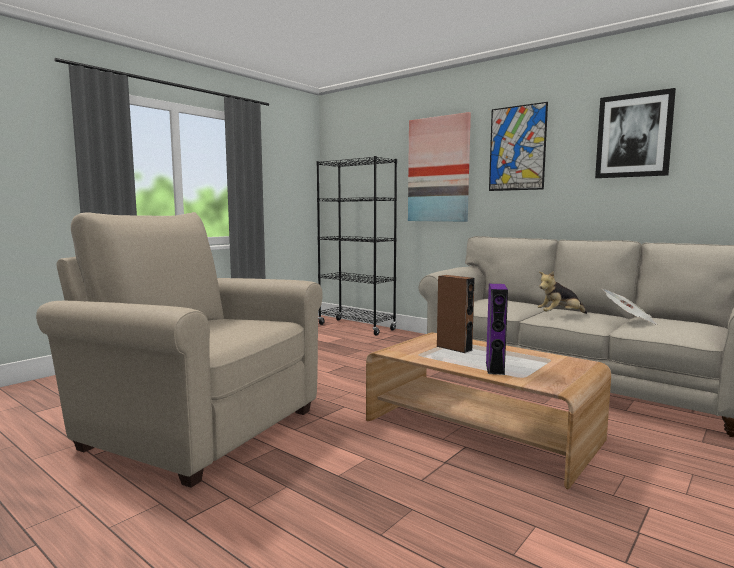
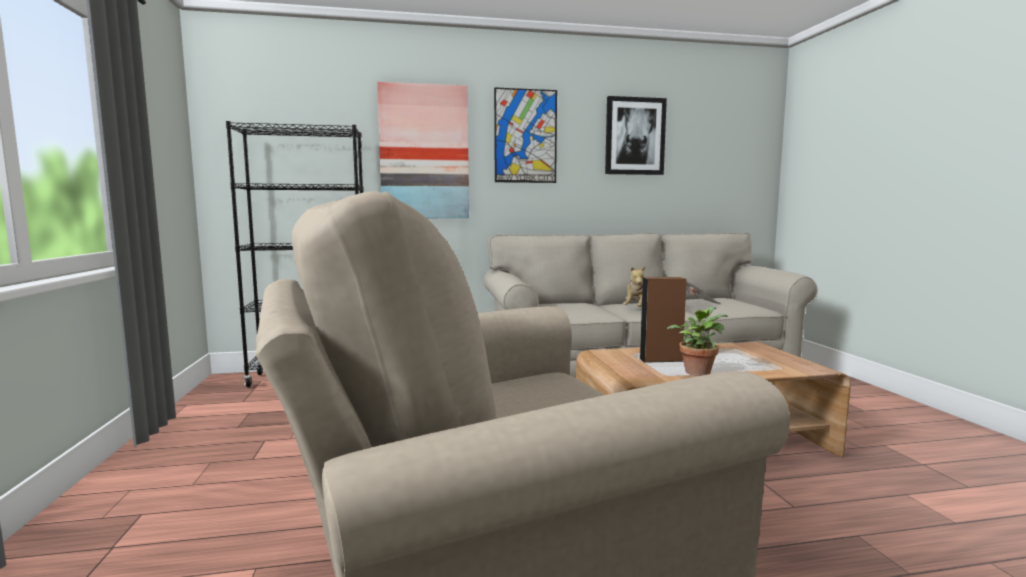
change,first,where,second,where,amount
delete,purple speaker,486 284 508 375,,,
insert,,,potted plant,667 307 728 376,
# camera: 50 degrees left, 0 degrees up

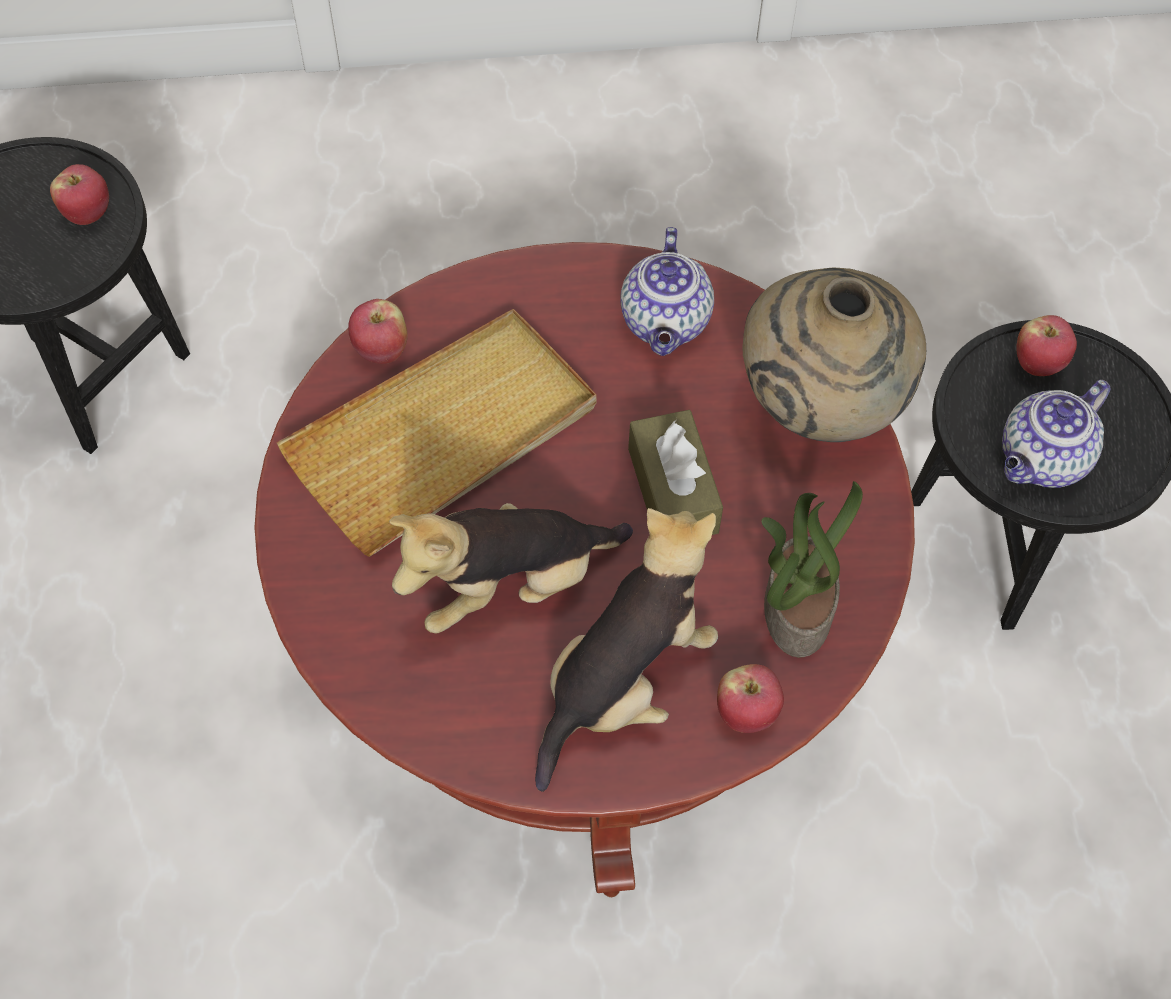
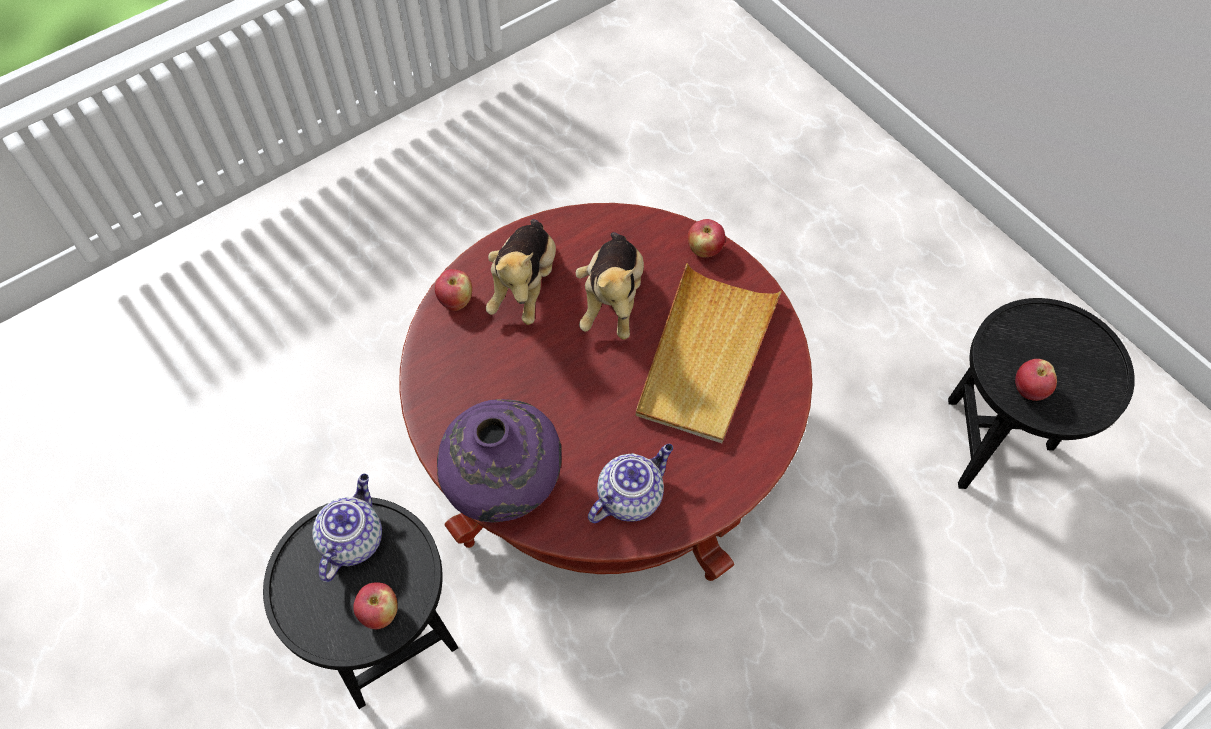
change,first,where,second,where,amount
rotate,teapot,621 227 714 356,,588 444 673 523,75 degrees clockwise
recolor,beige vase,742 267 926 442,purple vase,437 399 562 522,
move,apple,348 299 408 364,,688 219 725 257,
delete,brown tissue box,628 410 723 535,,,
delete,potted plant,761 481 863 657,,,
rotate,plush toy,389 503 633 633,,576 232 644 340,150 degrees clockwise
# camera: 150 degrees right, 0 degrees up

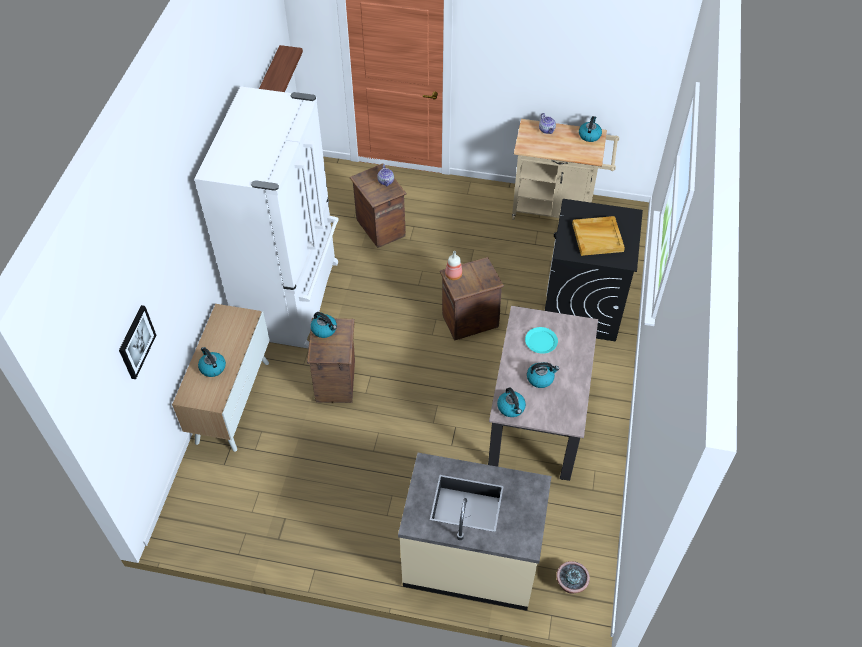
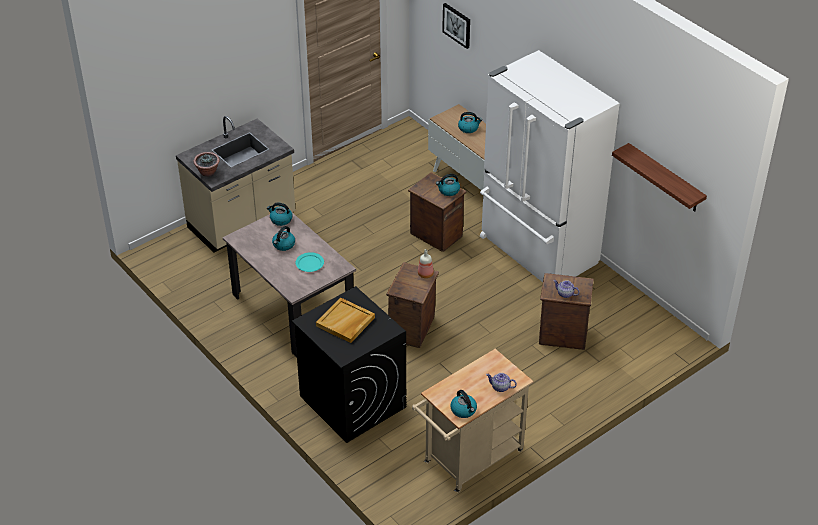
change,first,where,second,where,amount
move,potted plant,556 561 590 594,,194 152 220 177,
# camera: 130 degrees right, 10 degrees down

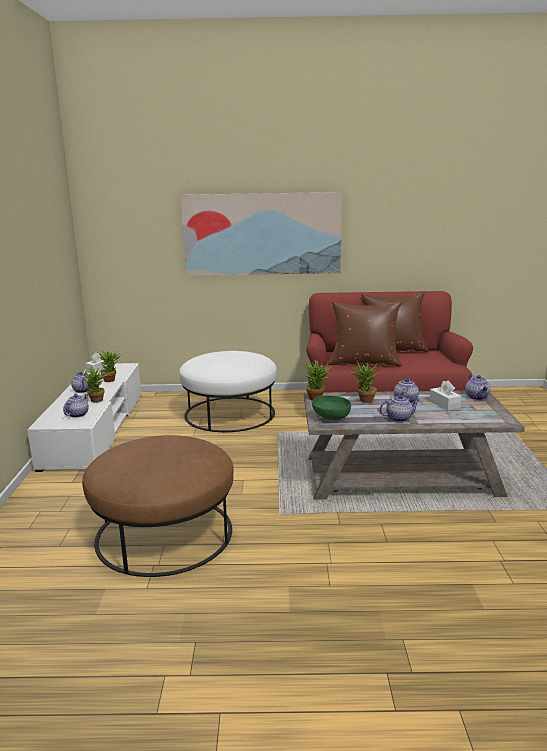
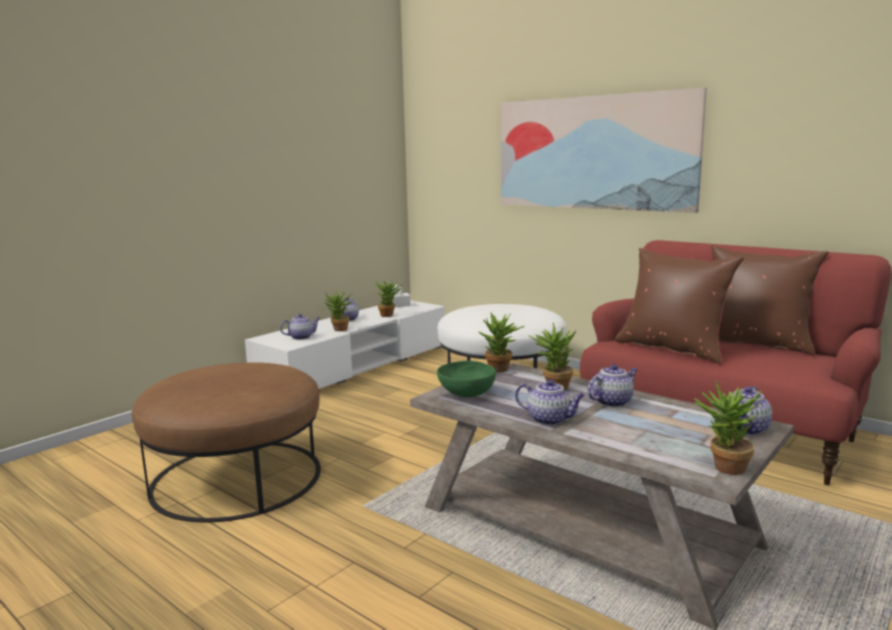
change,first,where,second,where,amount
delete,white tissue box,429 380 462 410,,,
insert,,,potted plant,693 380 761 475,
# camera: 40 degrees right, 5 degrees down

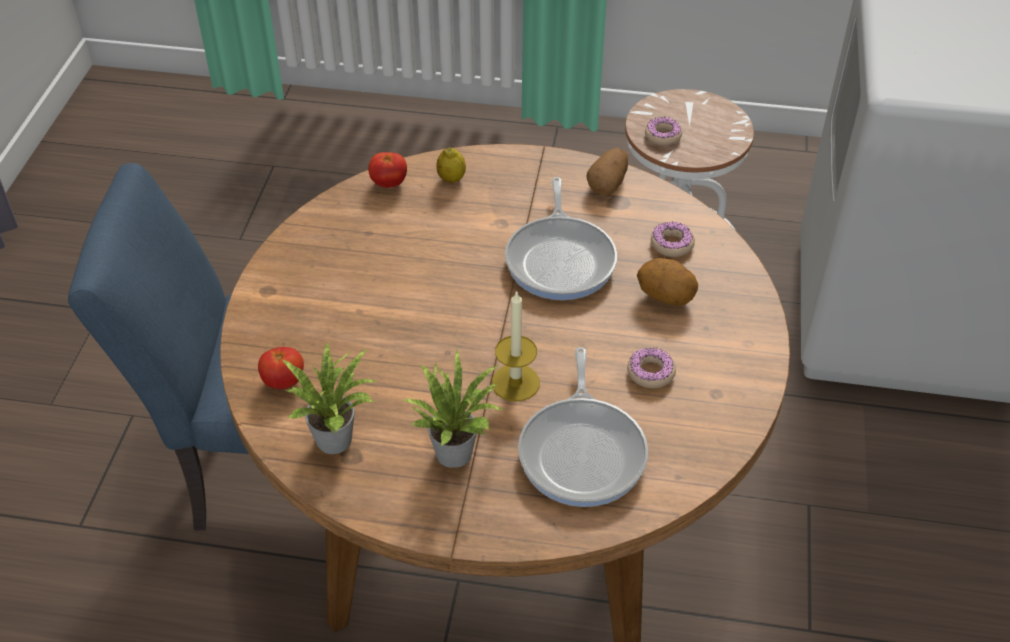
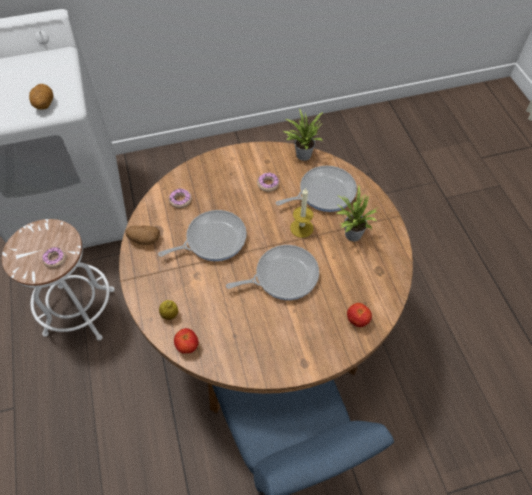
change,first,where,second,where,amount
move,potato,637 258 698 305,,29 84 53 110,
move,potted plant,282 342 378 454,,283 109 323 161,
insert,,,frying pan,226 245 319 300,
# camera: 115 degrees left, 10 degrees up

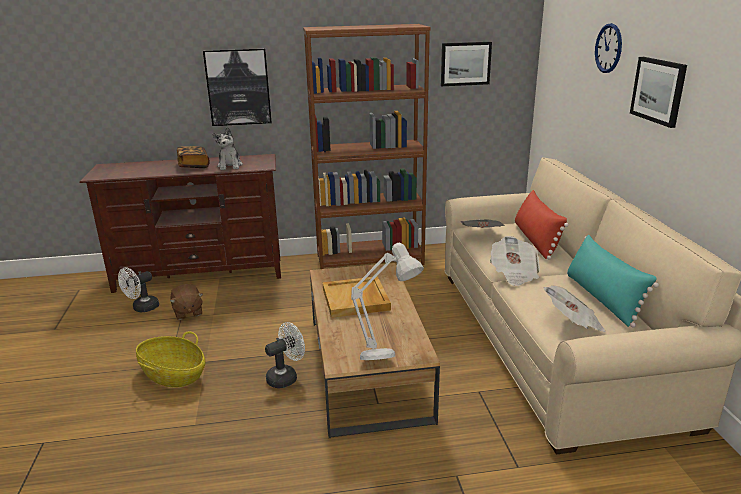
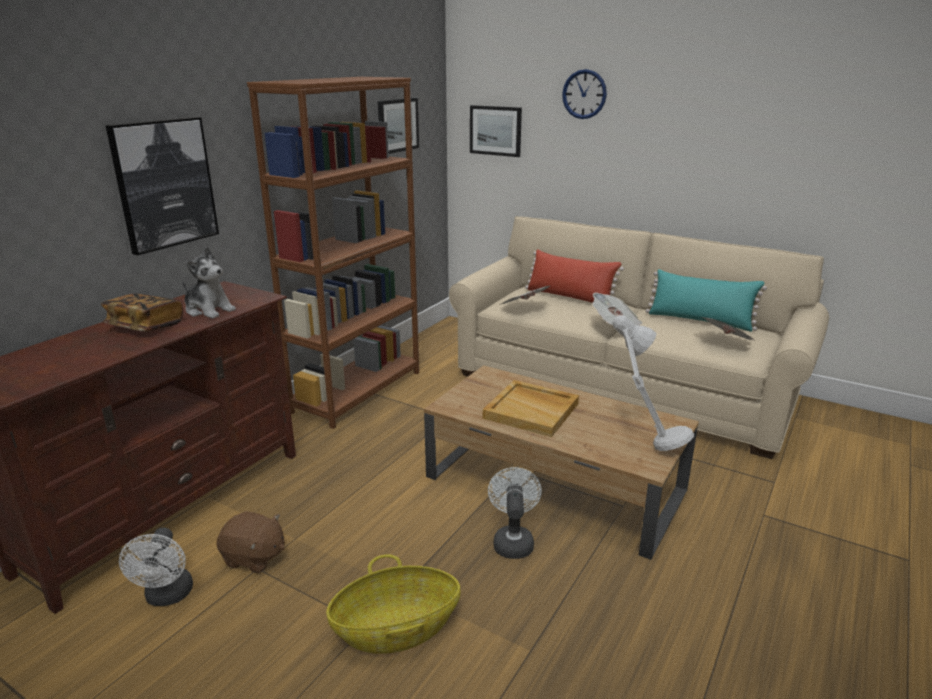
change,first,where,second,where,amount
move,picture,630 57 687 128,,470 105 522 157,
# camera: 50 degrees left, 0 degrees up

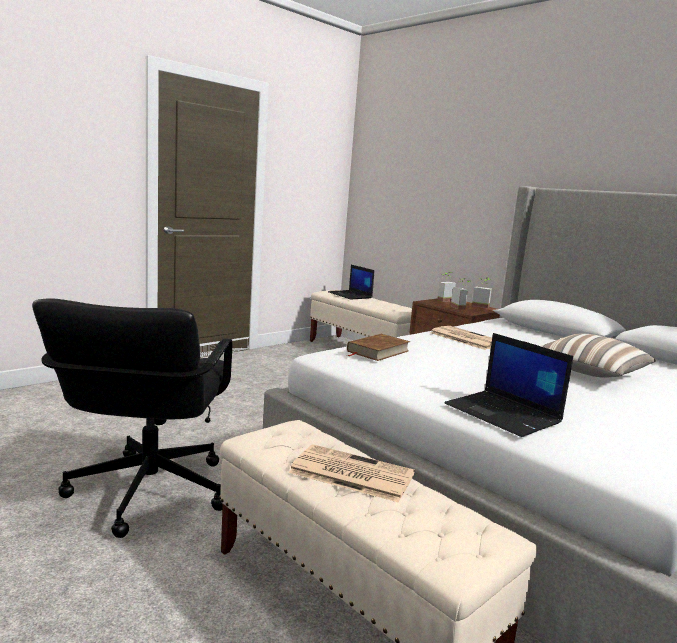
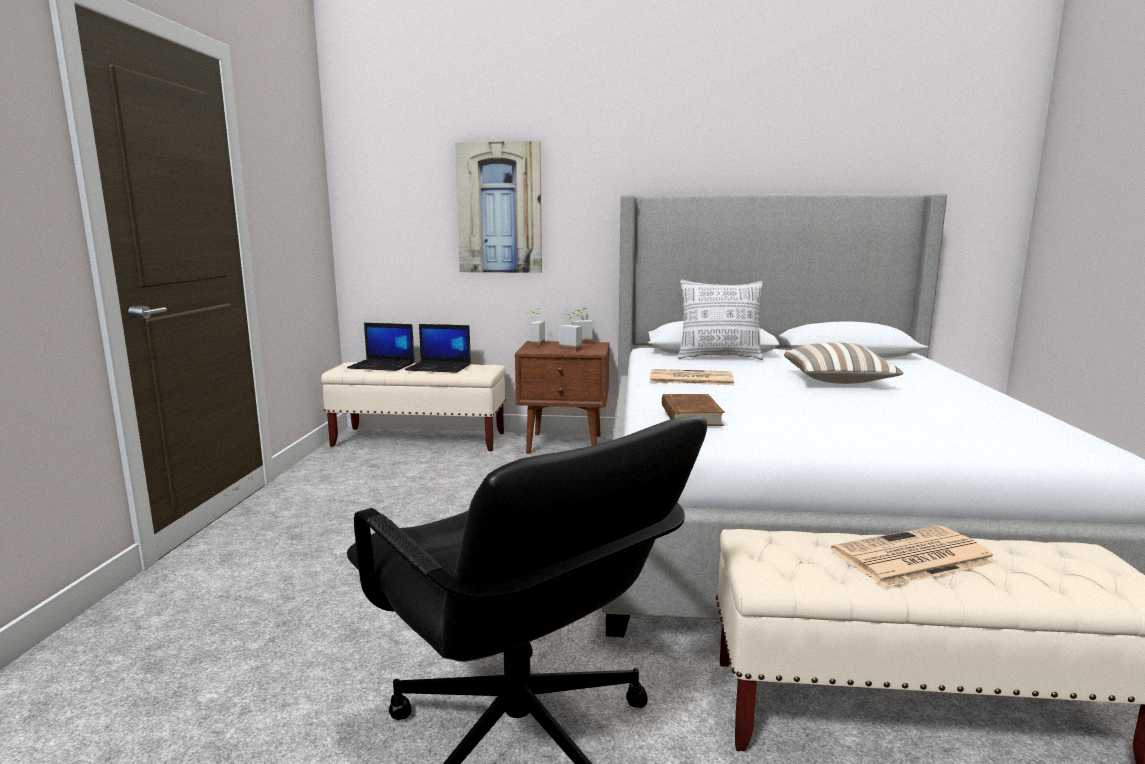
change,first,where,second,where,amount
move,laptop,445 333 573 437,,405 324 471 373,
insert,,,picture,455 141 542 273,
insert,,,pillow,678 279 763 360,
# camera: 40 degrees left, 0 degrees up

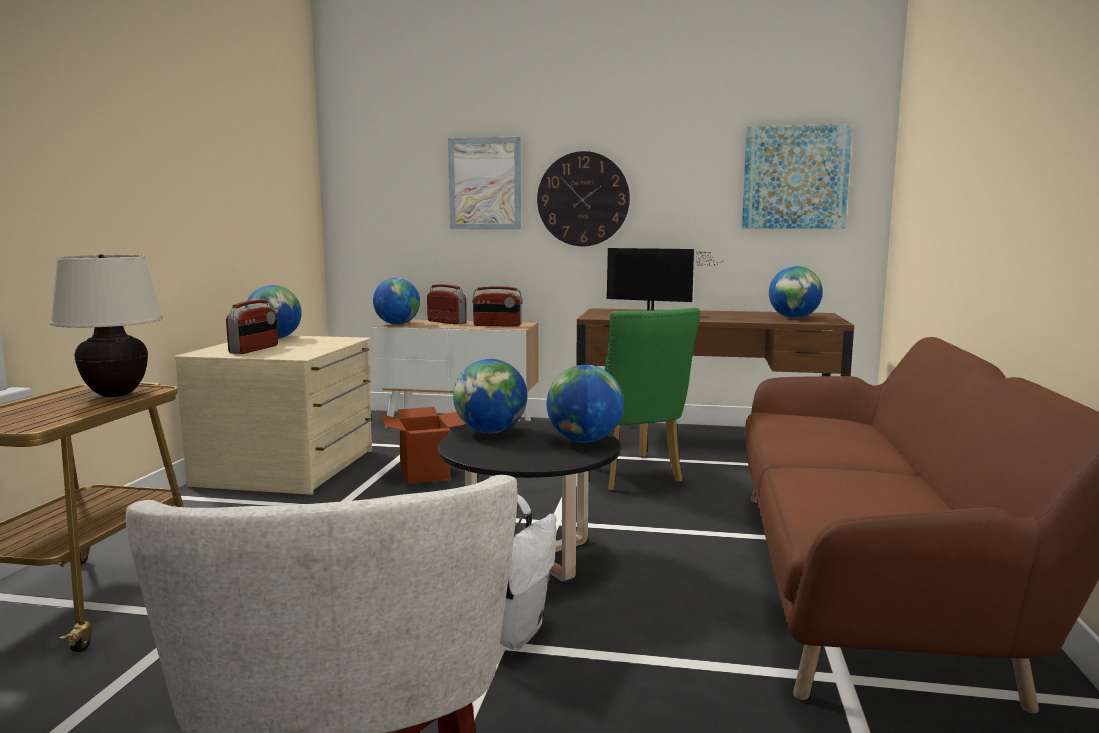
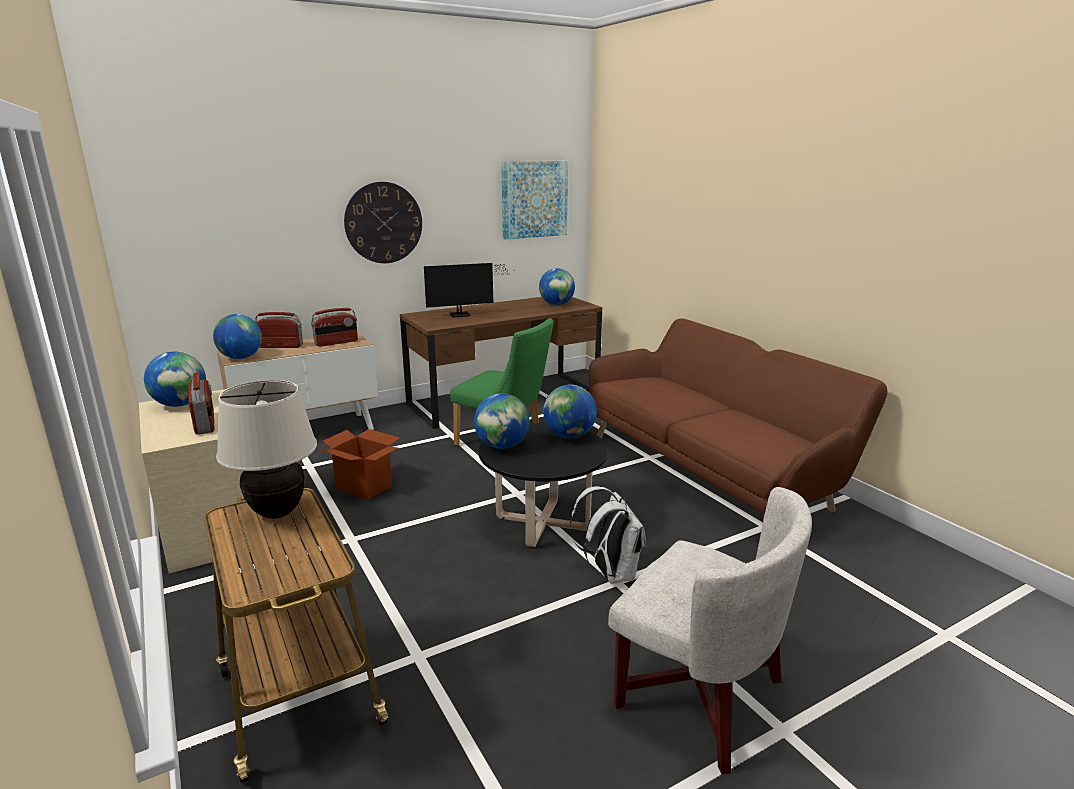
change,first,where,second,where,amount
delete,picture,448 137 521 229,,,
# camera: 40 degrees left, 10 degrees up

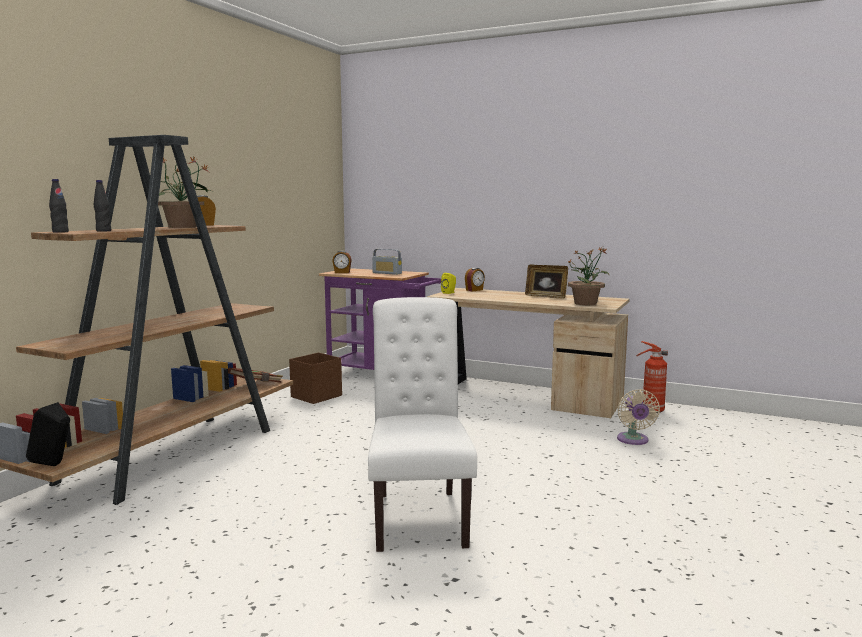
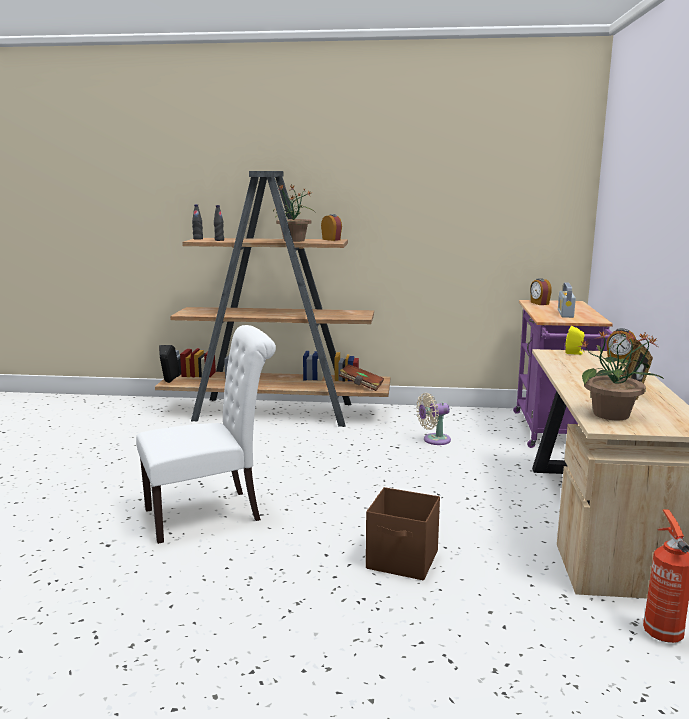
change,first,where,second,where,amount
move,brown storage box,289 353 342 404,,366 487 440 580,
move,beige fan,617 389 660 445,,416 393 451 445,
# camera: 70 degrees right, 5 degrees up

